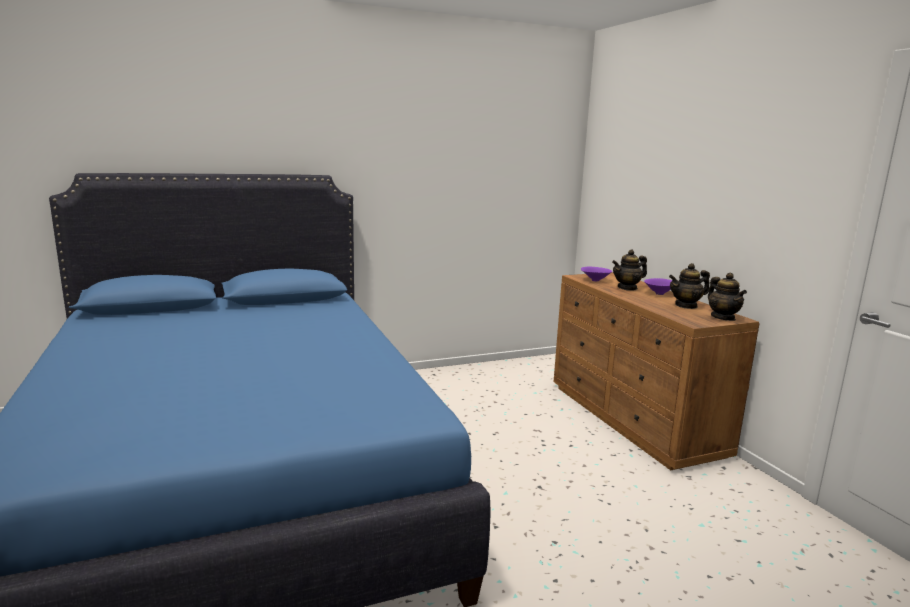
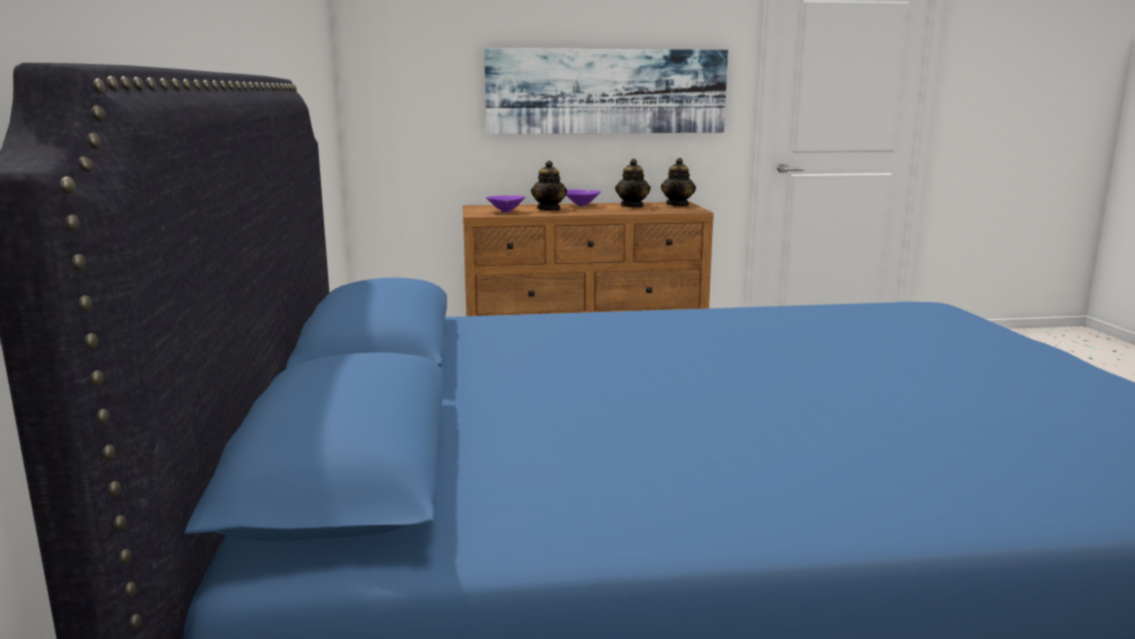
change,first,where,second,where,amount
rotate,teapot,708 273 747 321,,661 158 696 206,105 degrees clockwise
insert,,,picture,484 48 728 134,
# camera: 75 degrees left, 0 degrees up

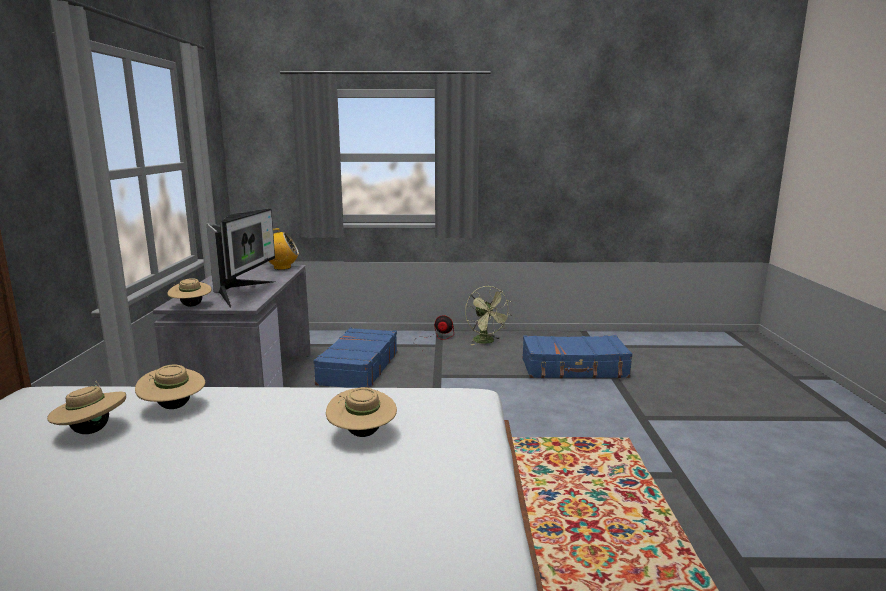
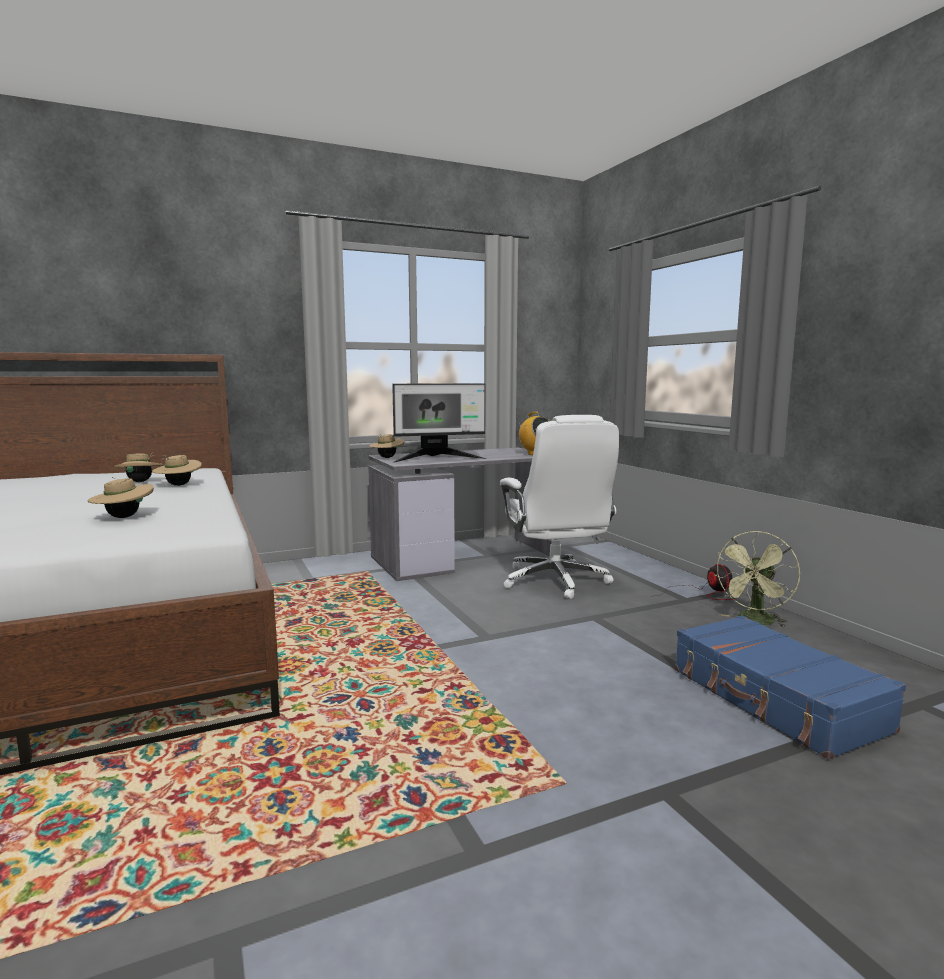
change,first,where,second,where,amount
replace,blue suitcase,313 328 397 388,white office chair,500 415 619 599,
# camera: 65 degrees right, 5 degrees down

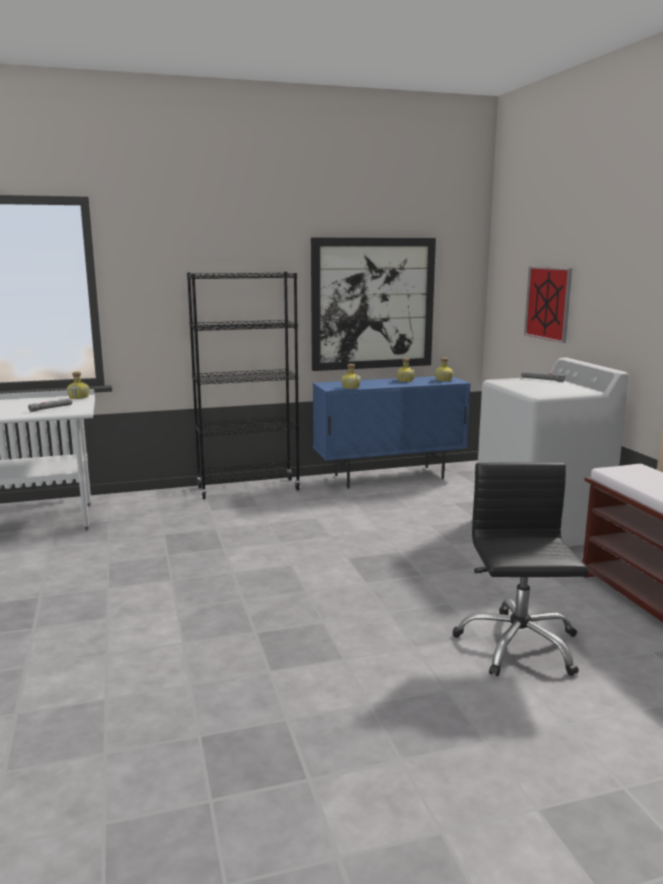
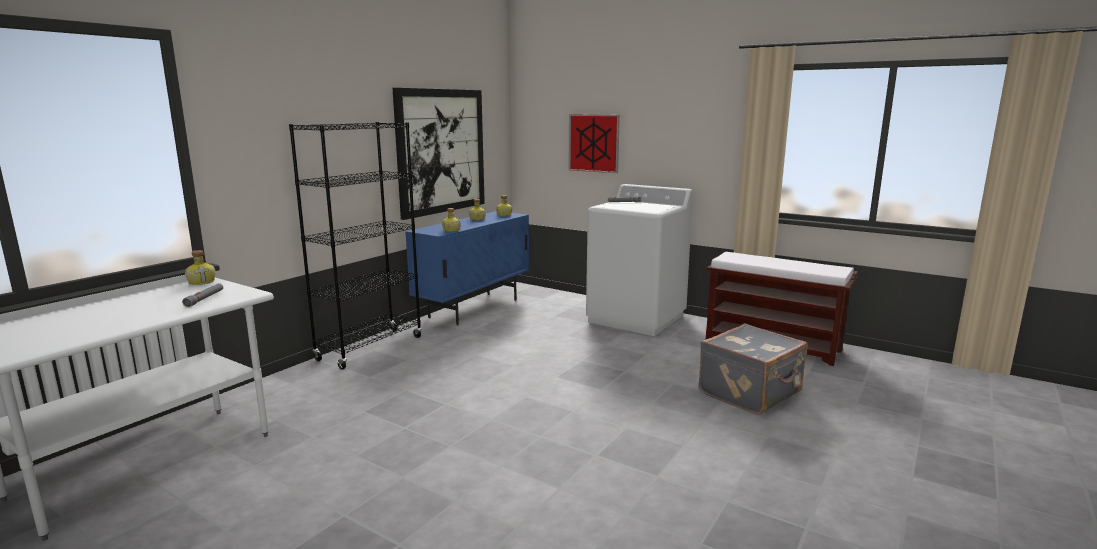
change,first,where,second,where,amount
replace,black office chair,452 462 589 677,grey suitcase,698 324 808 415,
# camera: 40 degrees left, 0 degrees up

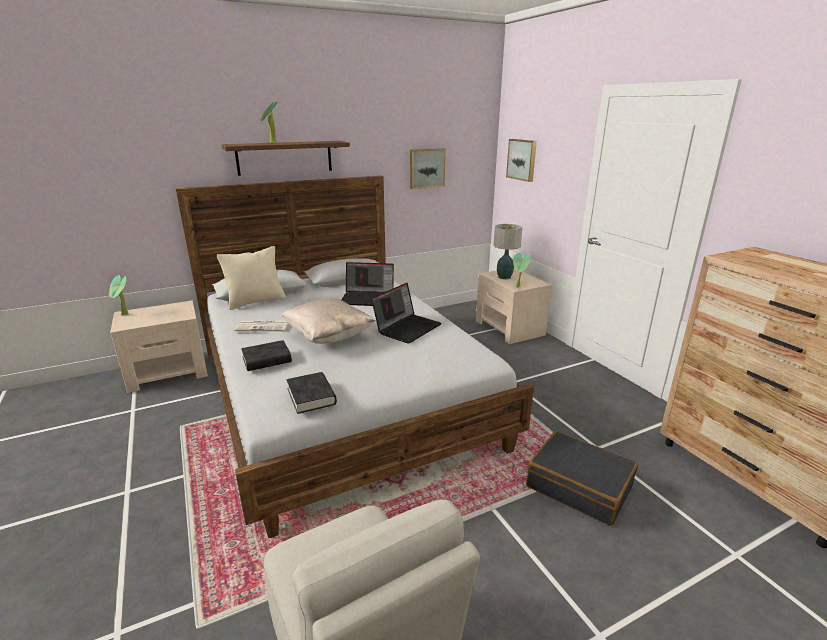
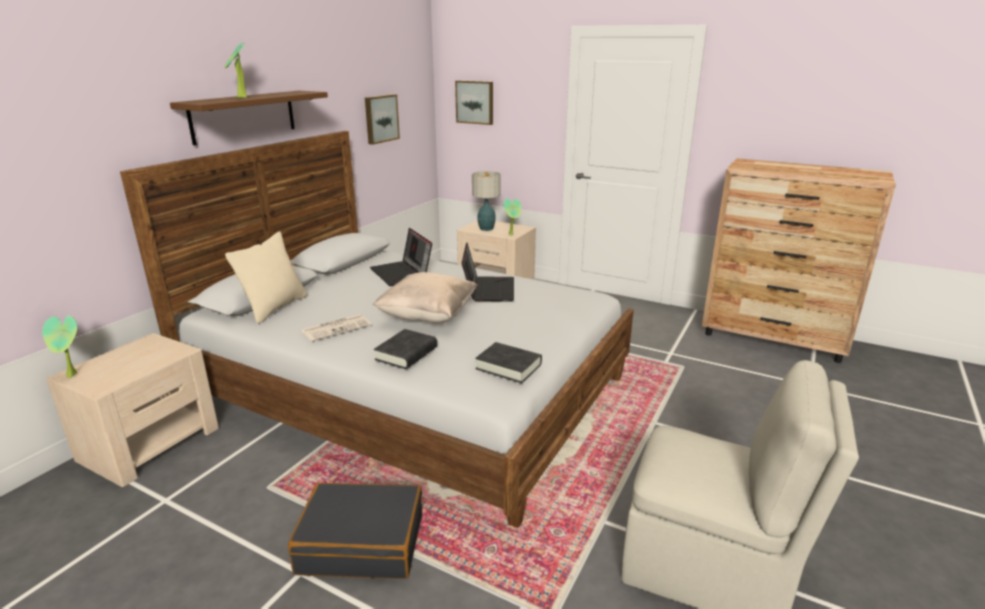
change,first,where,second,where,amount
rotate,laptop,341 262 394 306,,370 228 432 286,90 degrees clockwise
move,black suitcase,526 431 638 526,,288 483 422 579,
# camera: 35 degrees left, 0 degrees up

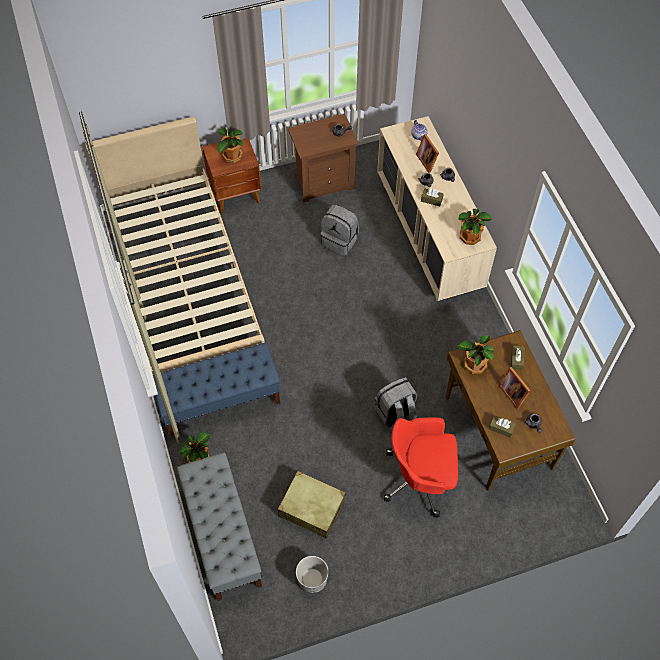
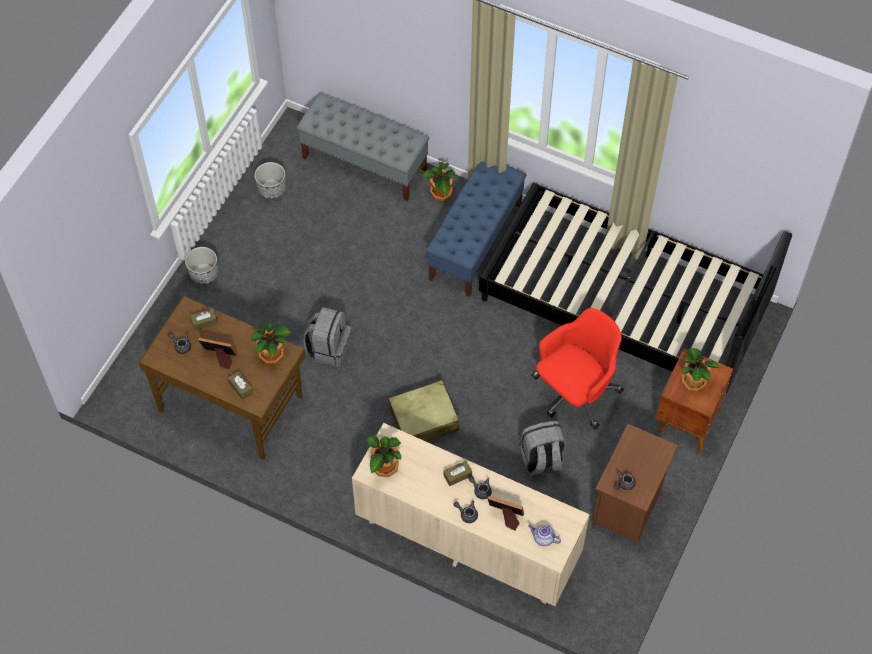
change,first,where,second,where,amount
recolor,beige bed,85 116 265 375,black bed,479 183 792 394,
move,red office chair,384 417 458 518,,531 308 624 429,
move,beige suitcase,278 471 346 539,,388 380 459 441,
insert,,,planter,185 247 218 285,
# camera: 135 degrees right, 0 degrees up

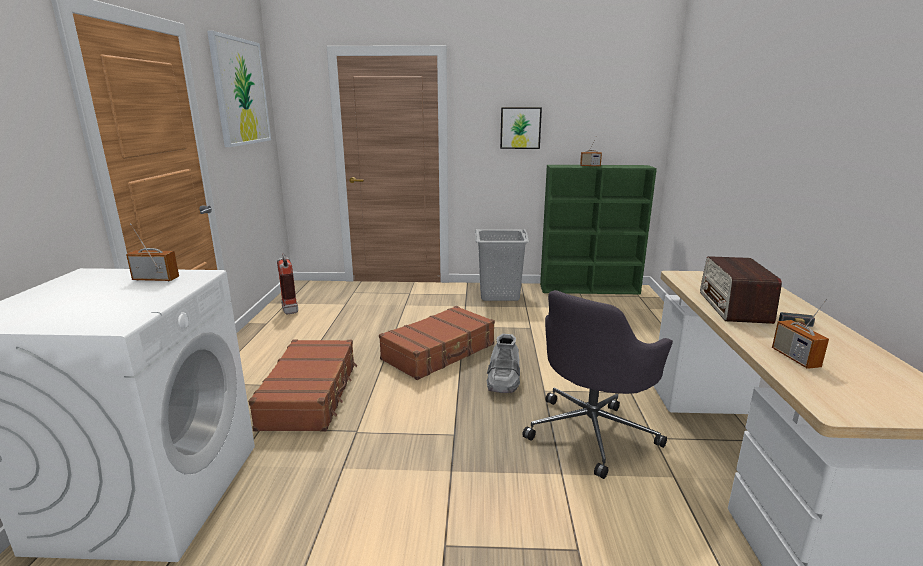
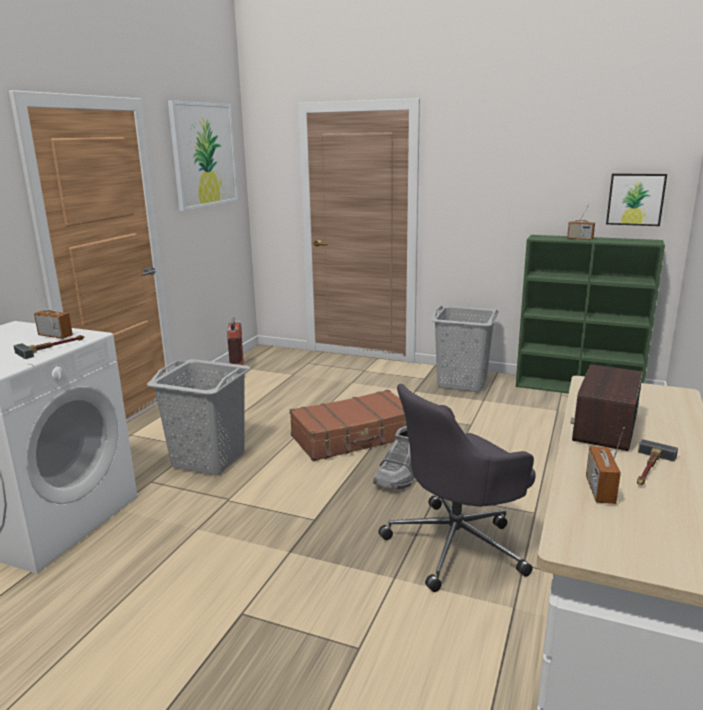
change,first,where,second,where,amount
move,picture,500 107 542 149,,606 174 667 226,
replace,brown suitcase,248 340 357 432,grey laundry basket,147 359 250 476,
insert,,,hammer,14 335 85 359,
# camera: 20 degrees right, 0 degrees up

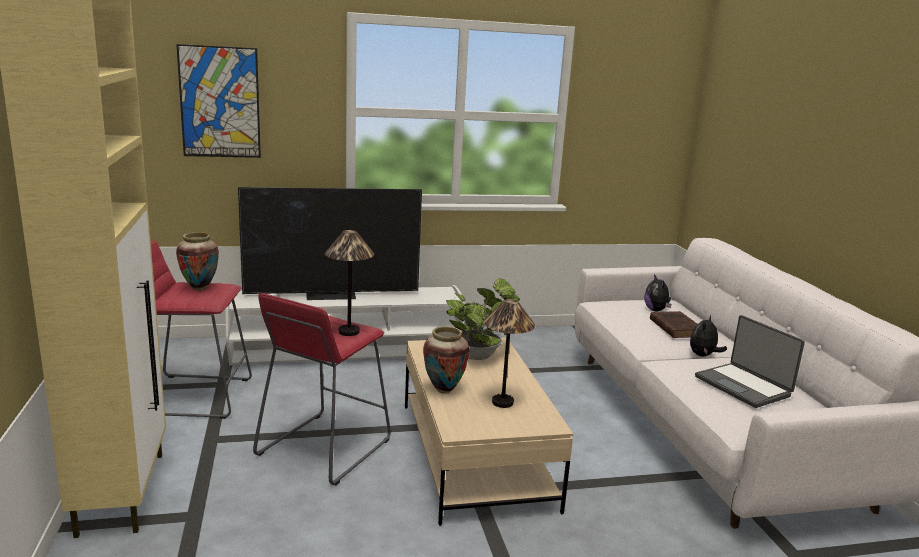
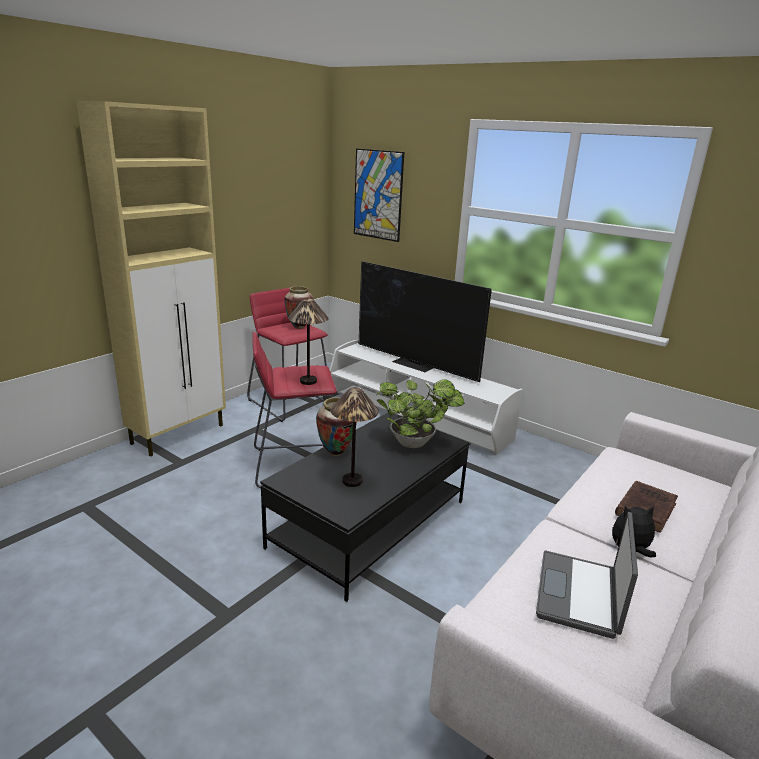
change,first,where,second,where,amount
delete,plush toy,644 274 671 312,,,
recolor,beige coffee table,405 337 573 526,black coffee table,260 413 469 602,
# camera: 50 degrees right, 5 degrees up

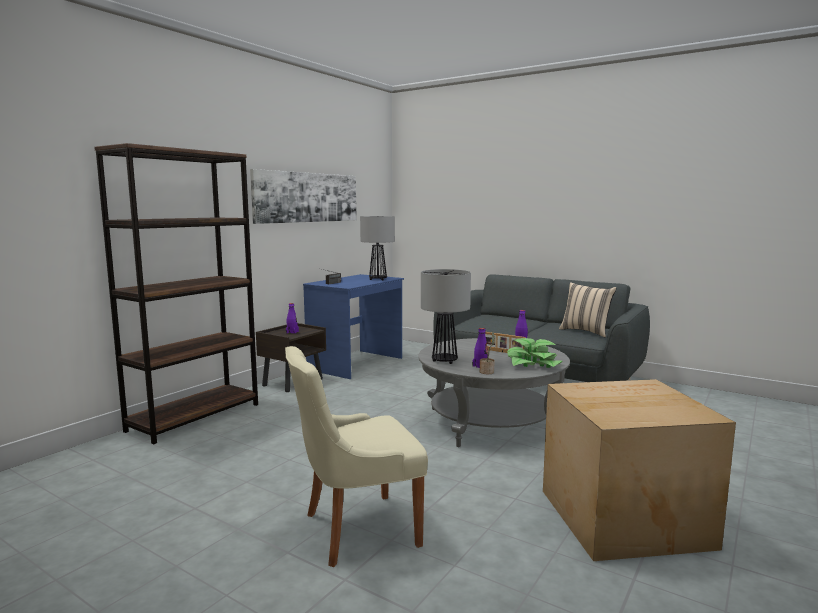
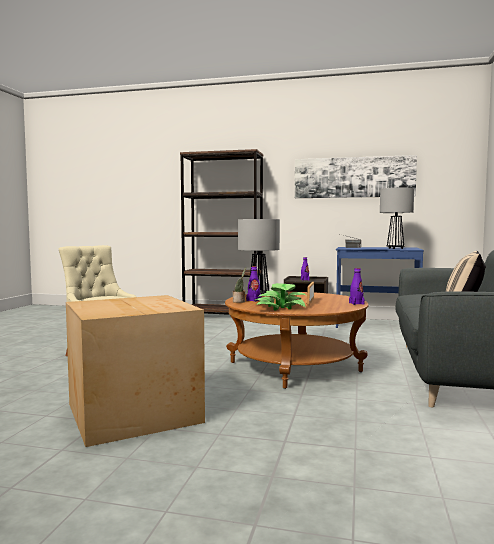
change,first,where,second,where,amount
recolor,grey coffee table,418 338 570 447,brown coffee table,225 292 368 389,
# camera: 70 degrees right, 5 degrees down

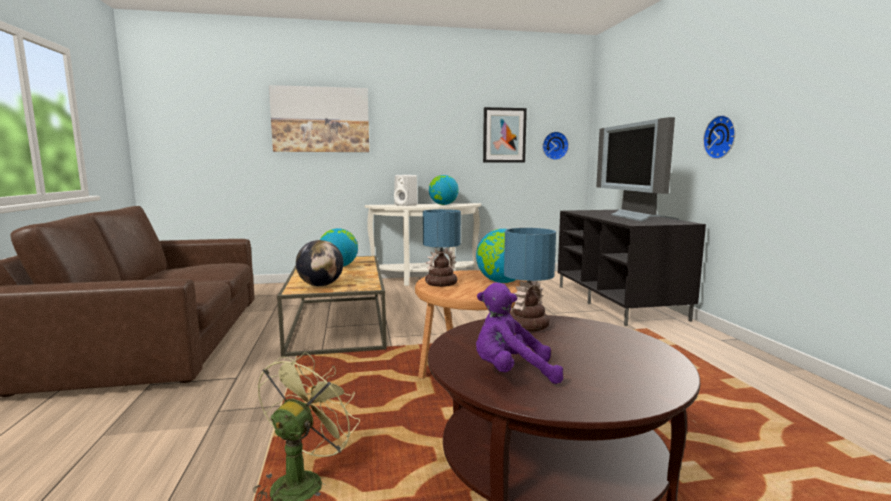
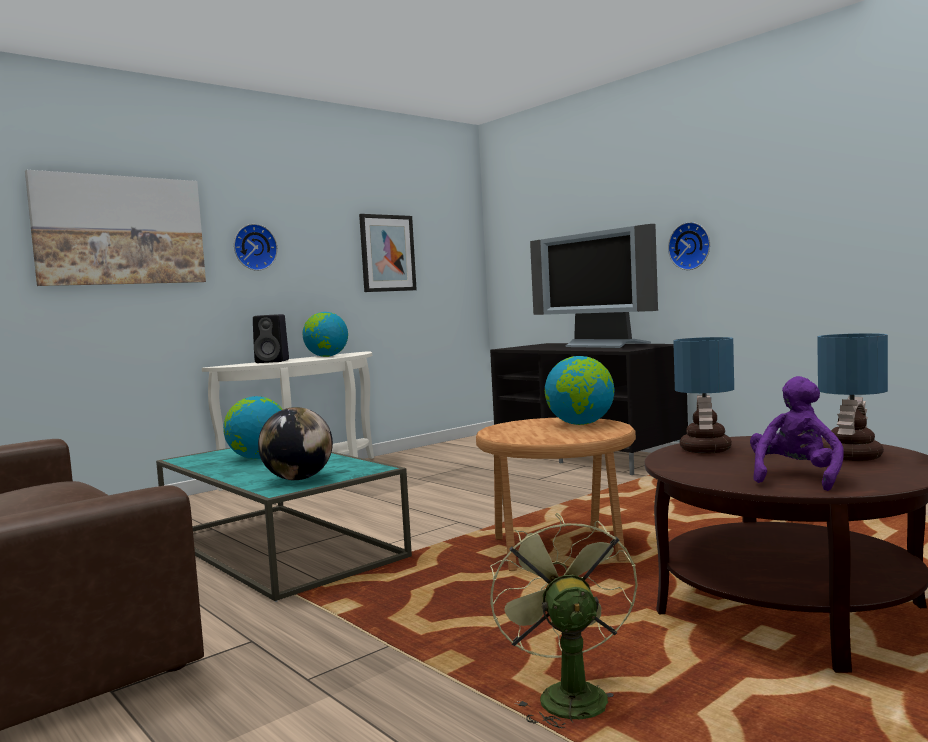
change,first,where,second,where,amount
move,wall clock,543 132 569 160,,234 224 278 271,
recolor,white speaker,394 175 418 206,black speaker,253 314 289 363,
move,table lamp,423 209 461 287,,817 333 888 461,
recolor,brown coffee table,277 256 387 358,turquoise coffee table,156 448 412 602,
rotate,purple plush toy,476 282 563 384,,750 376 844 491,150 degrees clockwise
# camera: 30 degrees left, 5 degrees down

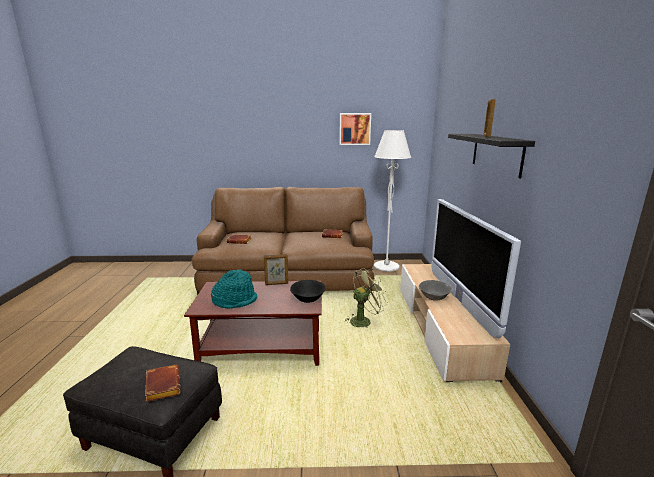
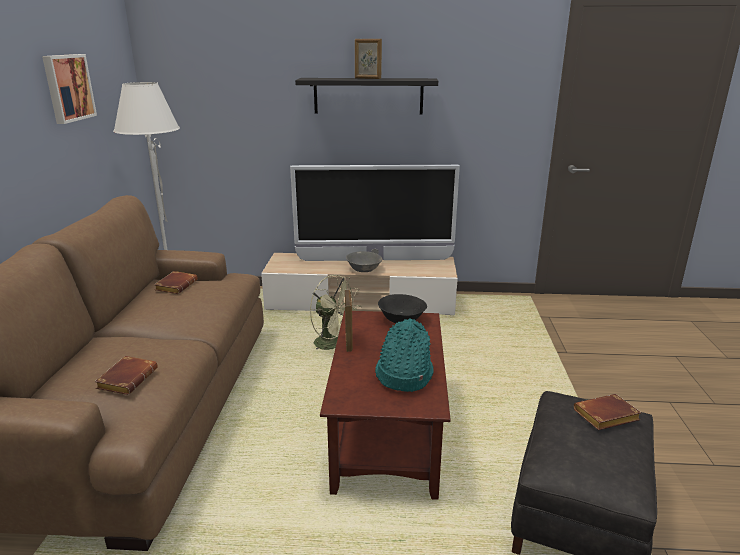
change,first,where,second,where,amount
rotate,green fan,344 268 388 328,,310 275 361 350,150 degrees clockwise
# camera: 85 degrees left, 5 degrees up

